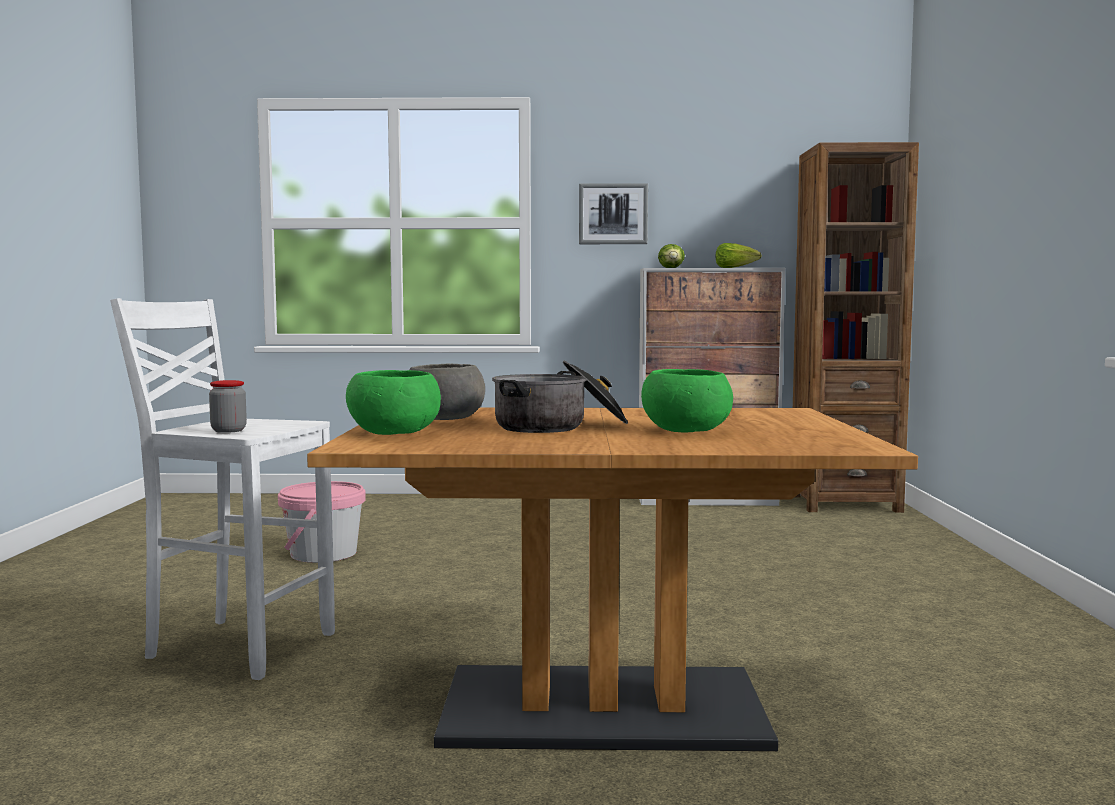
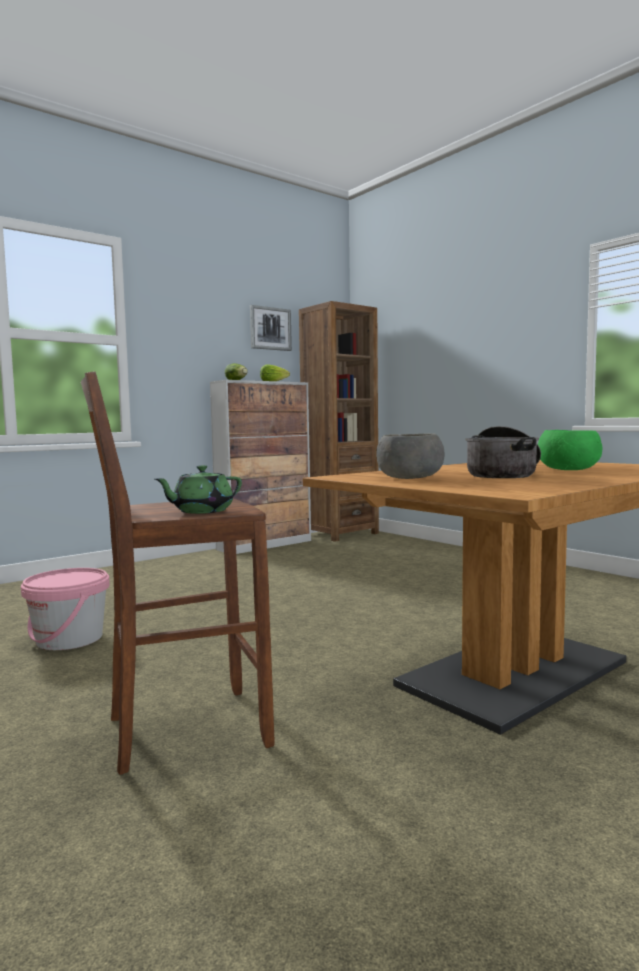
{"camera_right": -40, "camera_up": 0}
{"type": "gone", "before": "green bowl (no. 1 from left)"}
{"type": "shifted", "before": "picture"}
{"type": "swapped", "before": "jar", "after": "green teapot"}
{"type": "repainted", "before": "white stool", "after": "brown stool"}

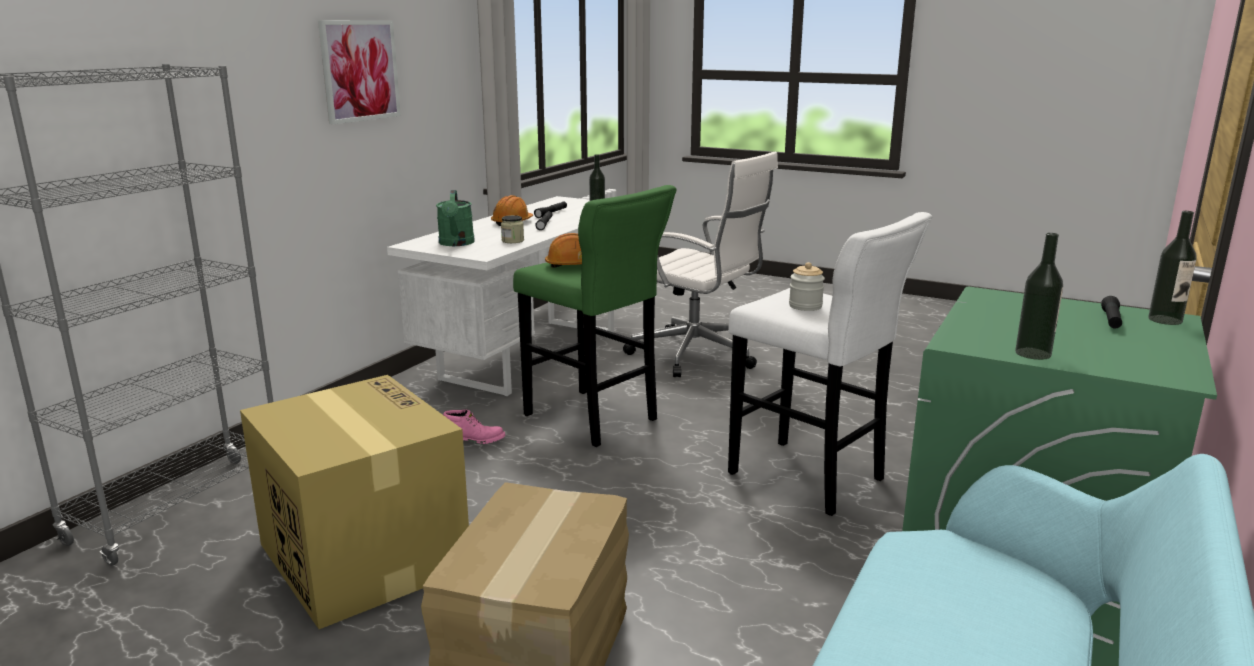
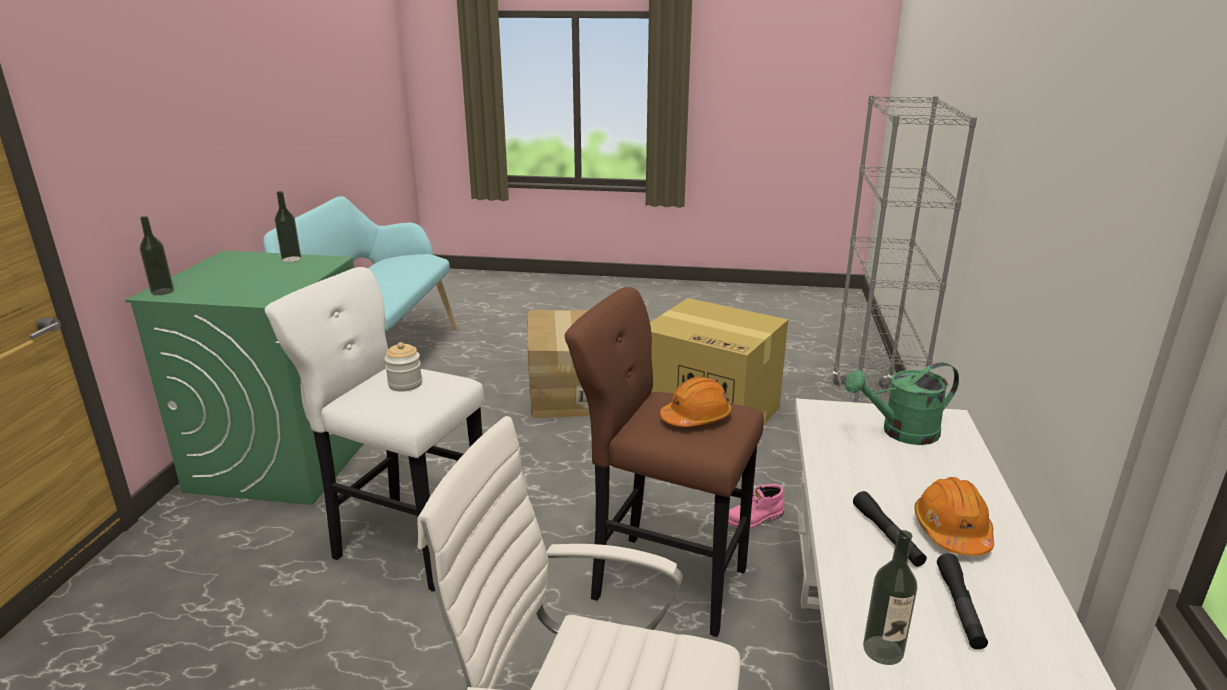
{"camera_right": 160, "camera_up": 5}
{"type": "gone", "before": "picture"}
{"type": "gone", "before": "jar (no. 1 from left)"}
{"type": "gone", "before": "black flashlight (no. 3 from left)"}
{"type": "repainted", "before": "green stool", "after": "brown stool"}
{"type": "rotated", "before": "green watering can", "turn": -75}

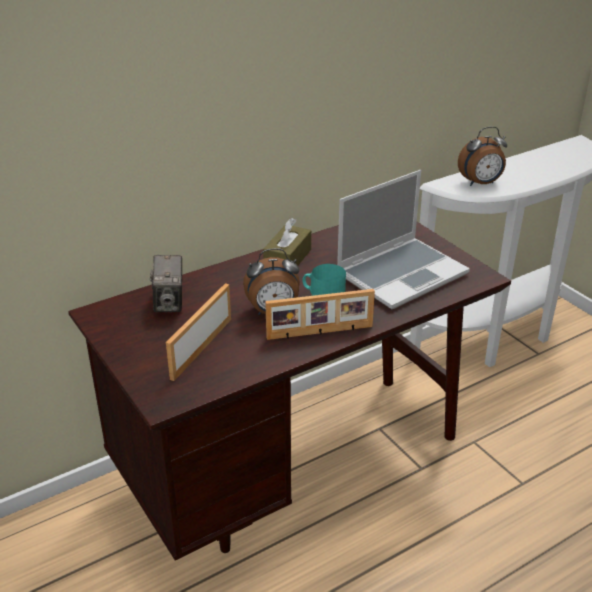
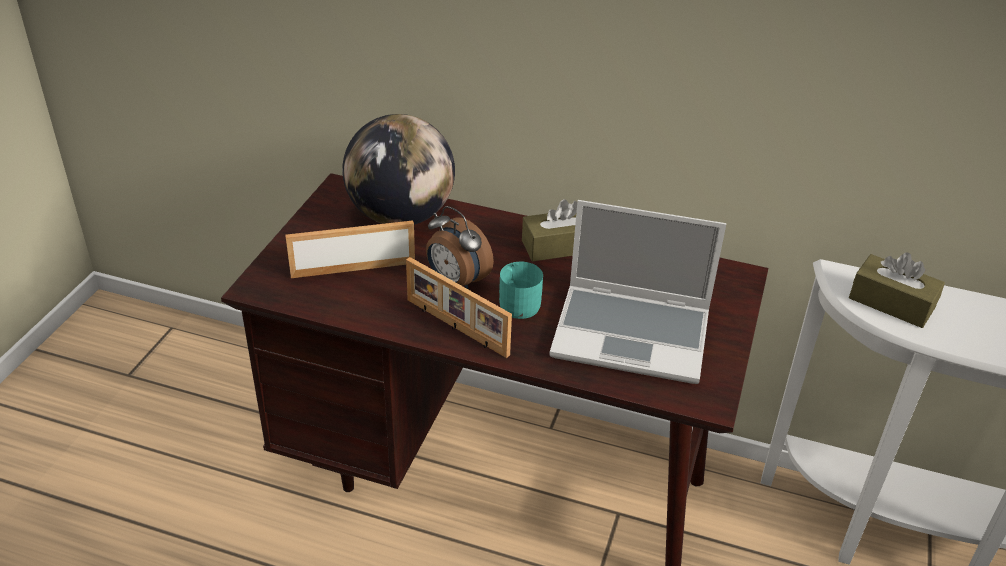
{"camera_right": 50, "camera_up": 5}
{"type": "swapped", "before": "photo camera", "after": "globe"}
{"type": "swapped", "before": "alarm clock (no. 2 from left)", "after": "brown tissue box (no. 2 from left)"}

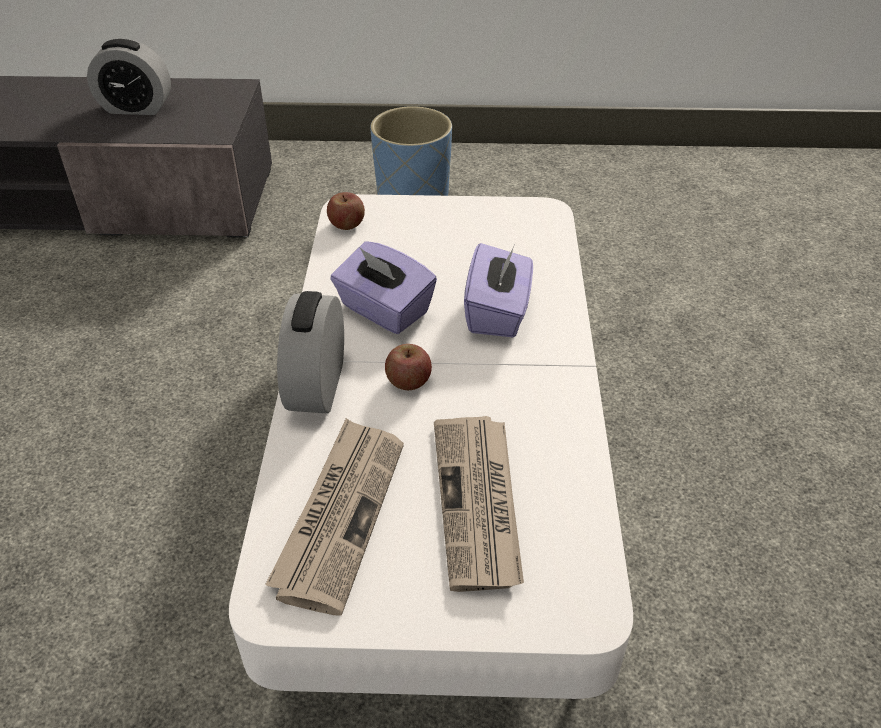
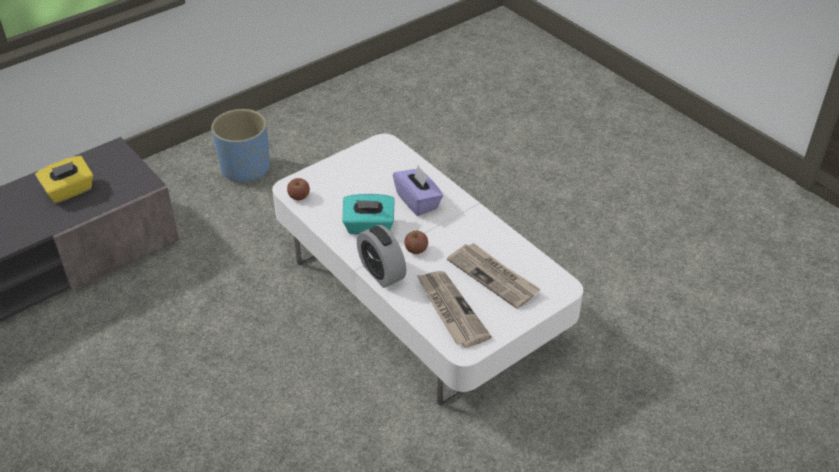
{"camera_right": -40, "camera_up": 0}
{"type": "swapped", "before": "alarm clock (no. 1 from left)", "after": "yellow tissue box"}
{"type": "repainted", "before": "purple tissue box (no. 1 from left)", "after": "turquoise tissue box"}

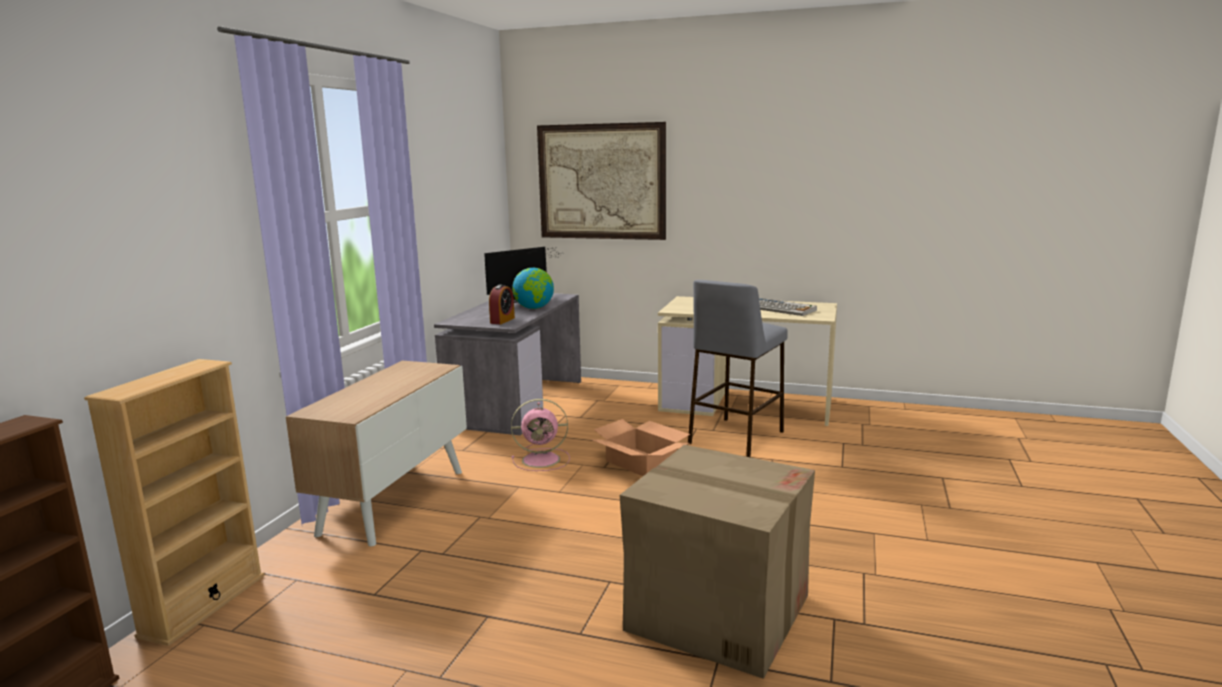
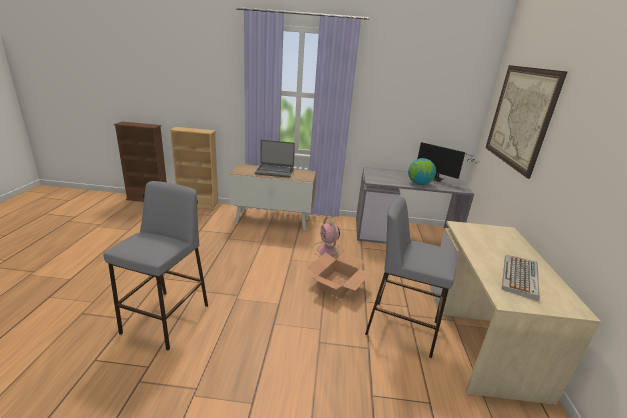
{"camera_right": 75, "camera_up": 10}
{"type": "gone", "before": "alarm clock"}
{"type": "new", "after": "laptop"}
{"type": "swapped", "before": "cardboard box (no. 2 from left)", "after": "grey stool (no. 1 from left)"}

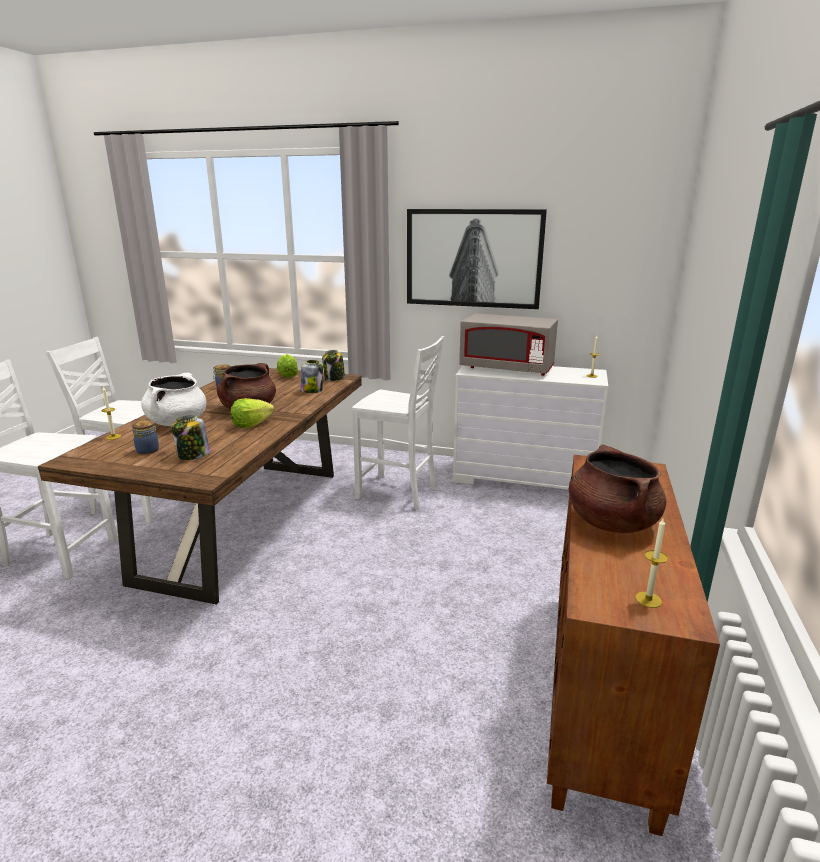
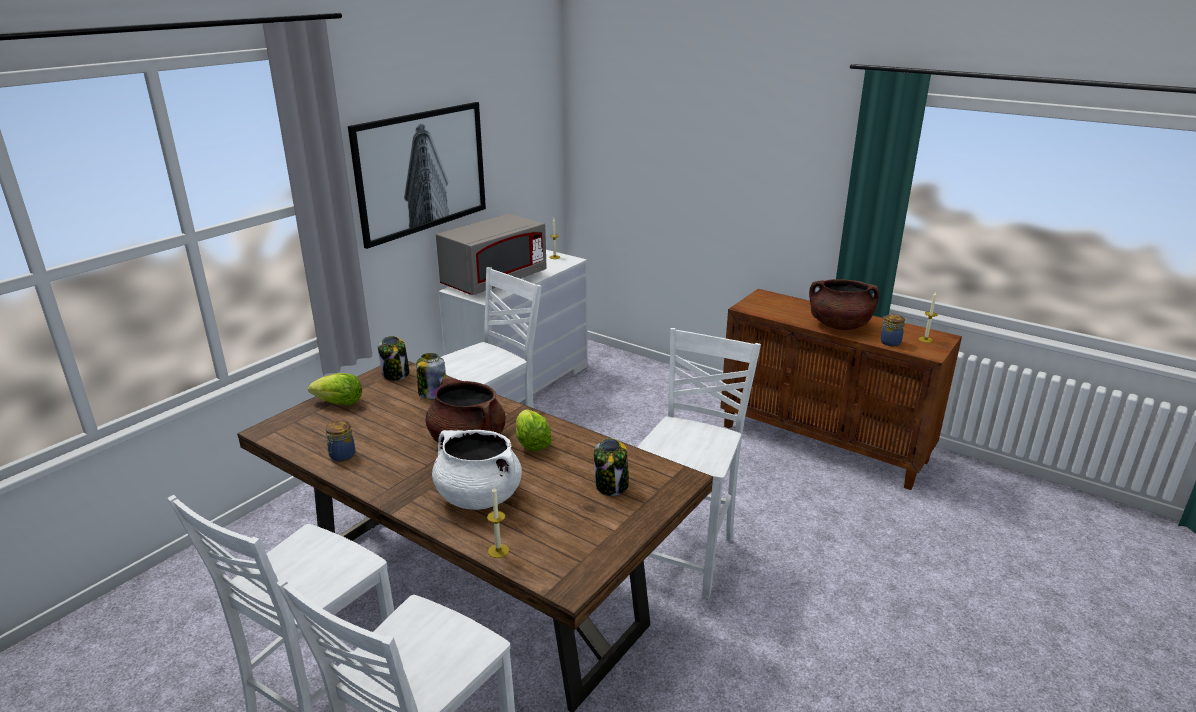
{"camera_right": -70, "camera_up": 5}
{"type": "new", "after": "white chair (no. 4 from left)"}
{"type": "shifted", "before": "jar (no. 1 from left in the first image)", "after": "jar (no. 5 from left)"}

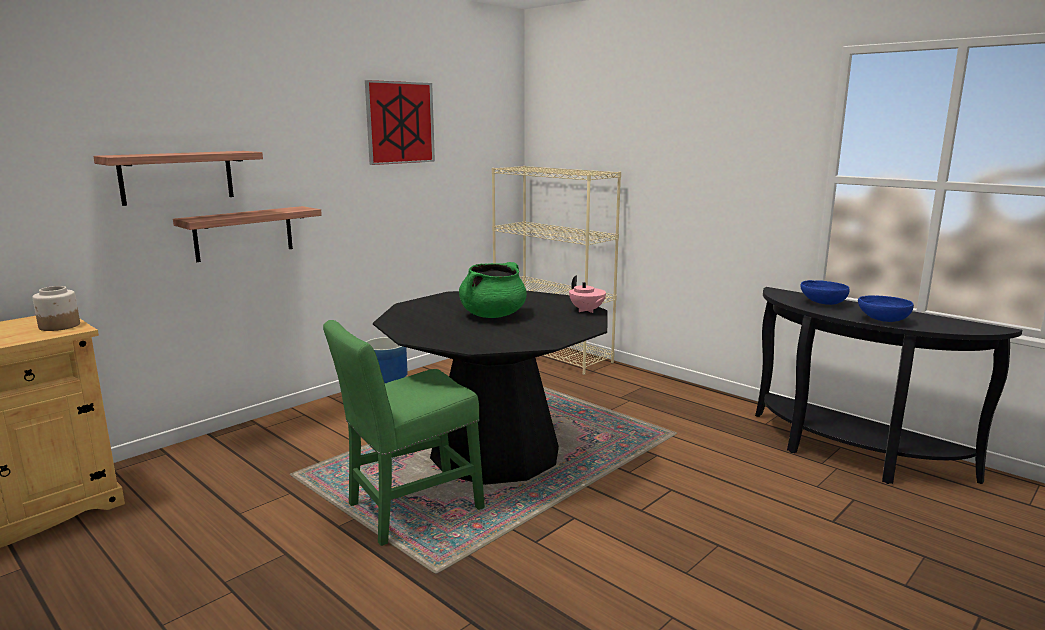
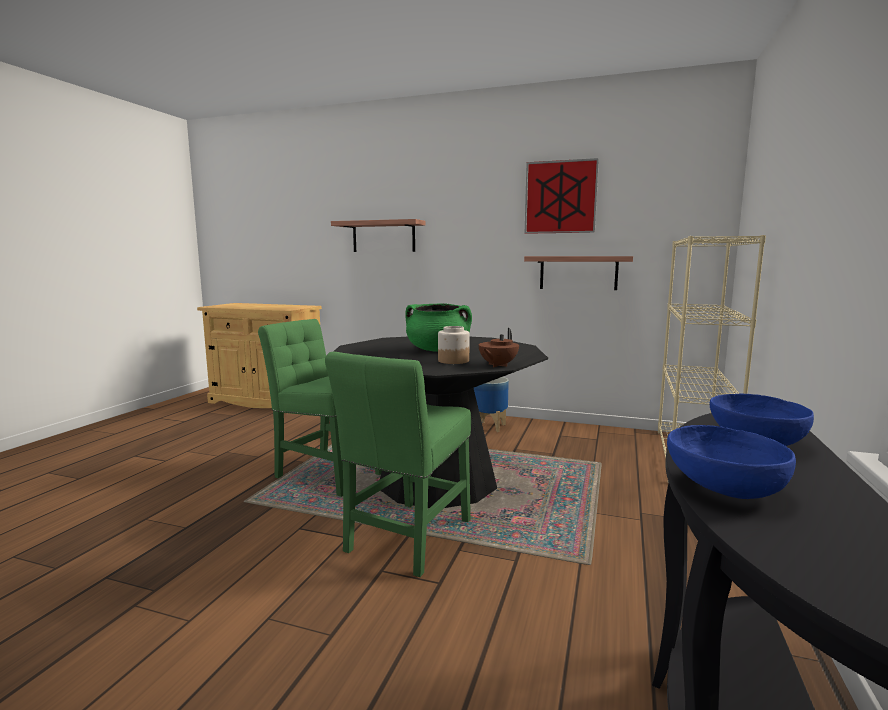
{"camera_right": 65, "camera_up": -5}
{"type": "new", "after": "green chair (no. 2 from left)"}
{"type": "shifted", "before": "jar"}
{"type": "shifted", "before": "shelf (no. 2 from left)"}
{"type": "repainted", "before": "pink teapot", "after": "brown teapot"}

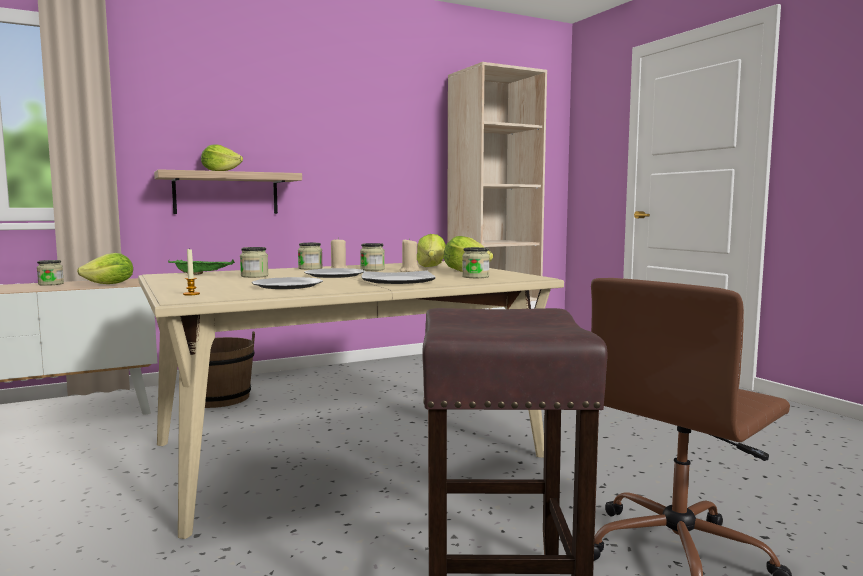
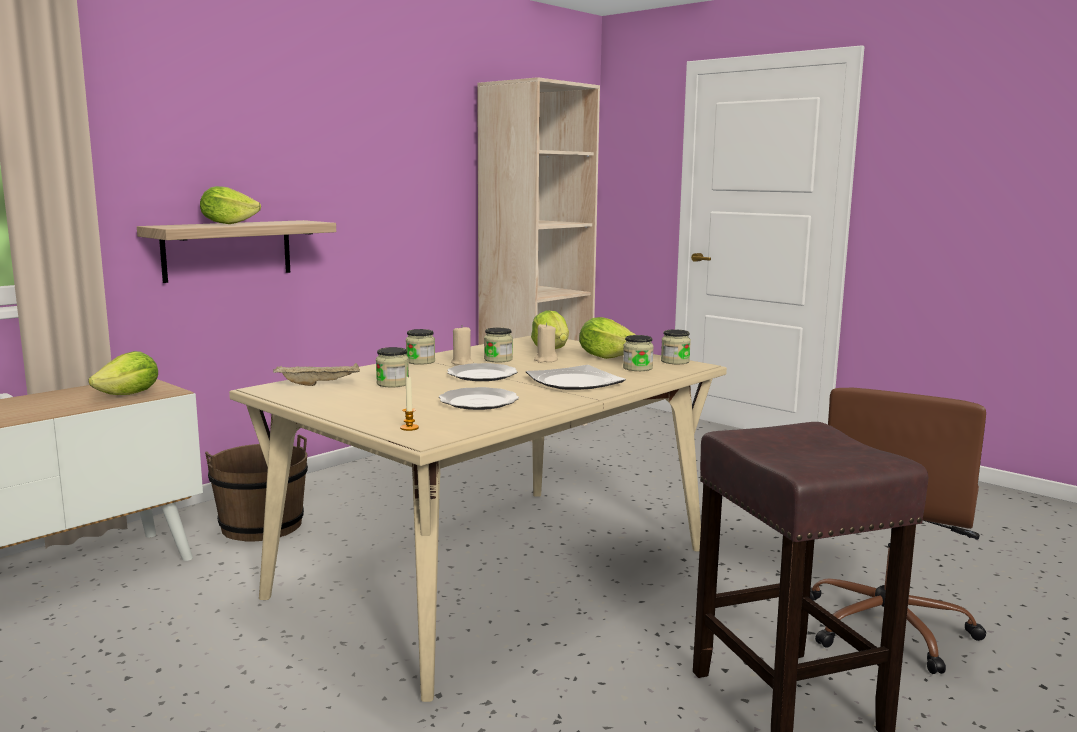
{"camera_right": -20, "camera_up": 5}
{"type": "shifted", "before": "jar (no. 1 from left in the first image)", "after": "jar (no. 5 from left)"}
{"type": "repainted", "before": "green tray", "after": "beige tray"}

